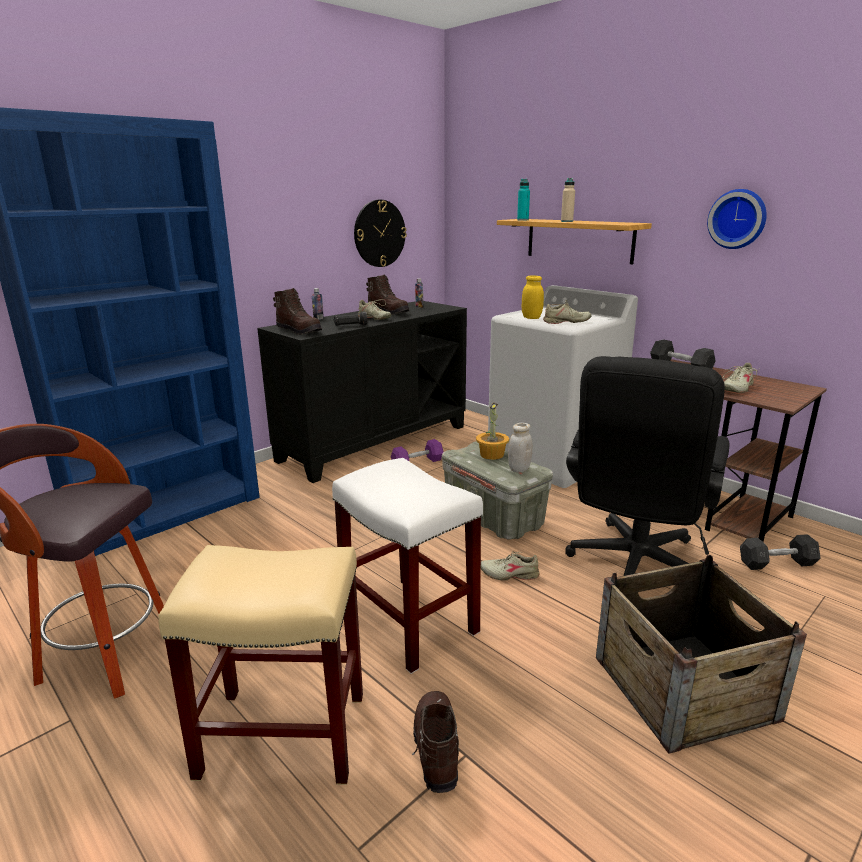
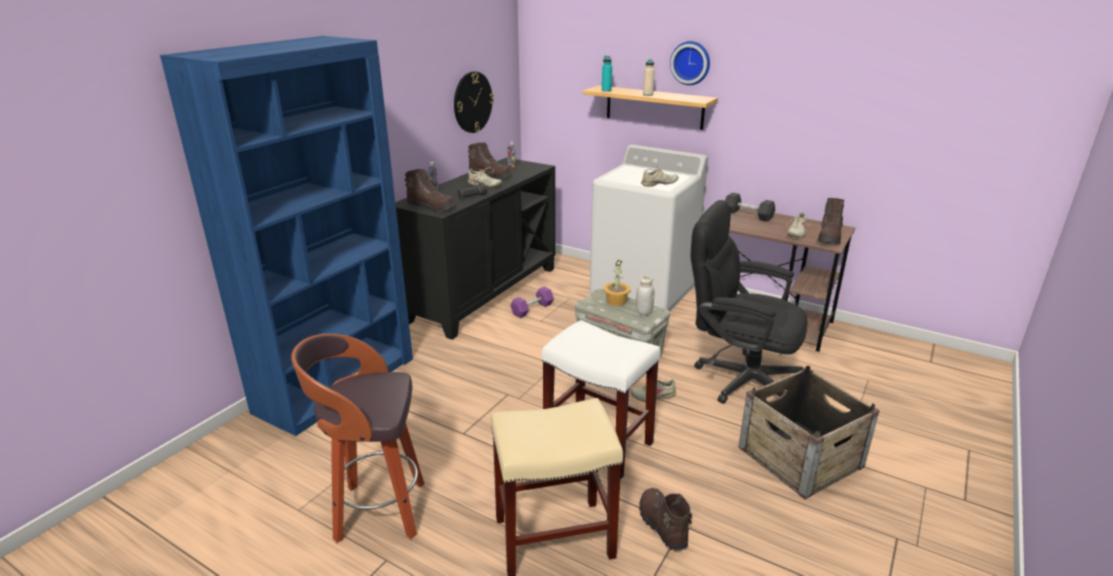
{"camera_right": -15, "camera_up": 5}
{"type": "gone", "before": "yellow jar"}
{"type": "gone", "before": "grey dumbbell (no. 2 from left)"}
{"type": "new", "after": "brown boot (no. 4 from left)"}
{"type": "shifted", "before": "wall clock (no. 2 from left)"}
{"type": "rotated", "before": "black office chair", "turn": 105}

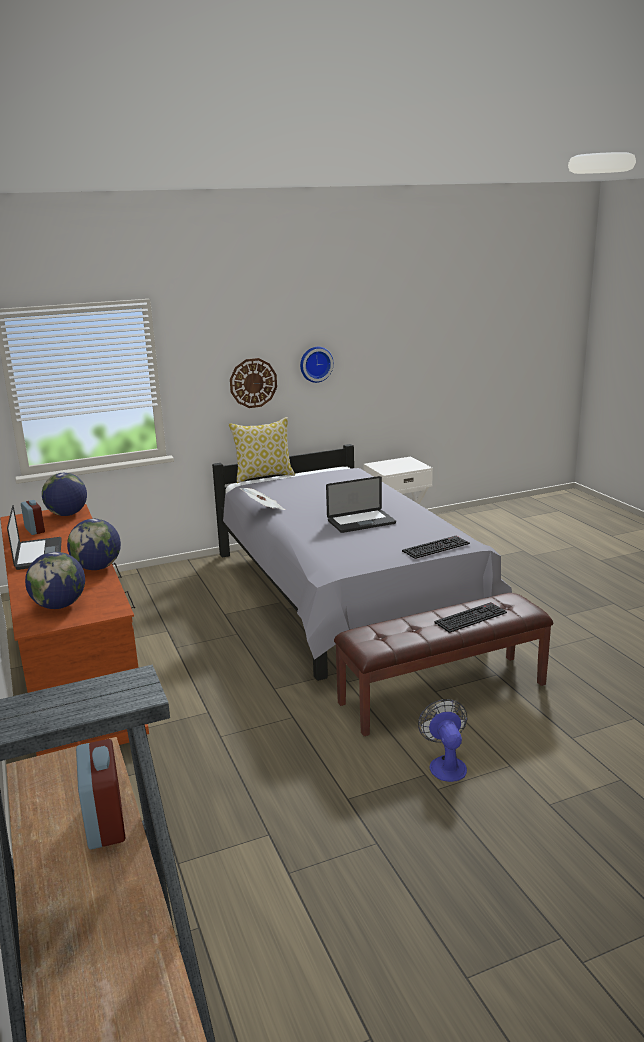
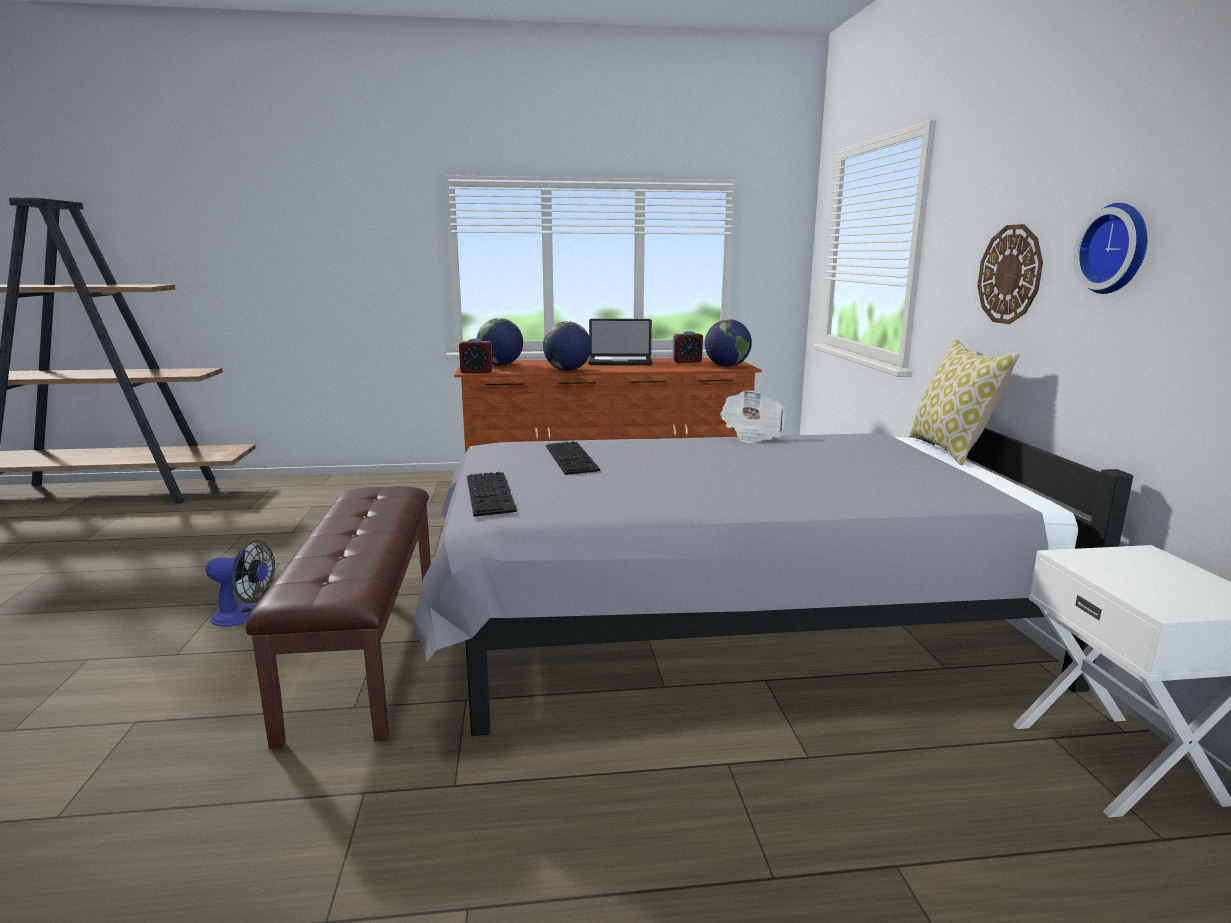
{"camera_right": 105, "camera_up": -5}
{"type": "gone", "before": "laptop (no. 2 from left)"}
{"type": "shifted", "before": "alarm clock (no. 2 from left in the first image)", "after": "alarm clock (no. 1 from left)"}
{"type": "shifted", "before": "keyboard (no. 2 from left)"}

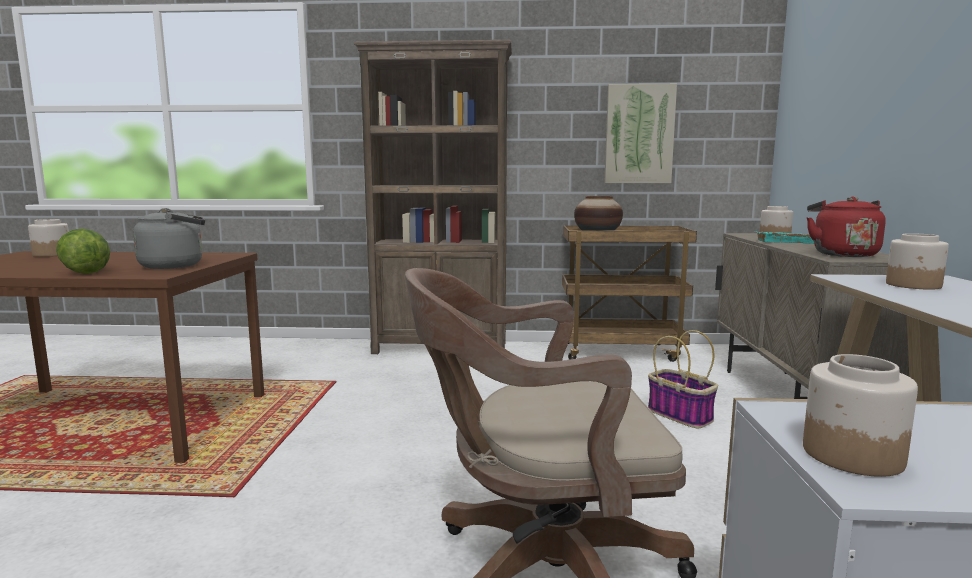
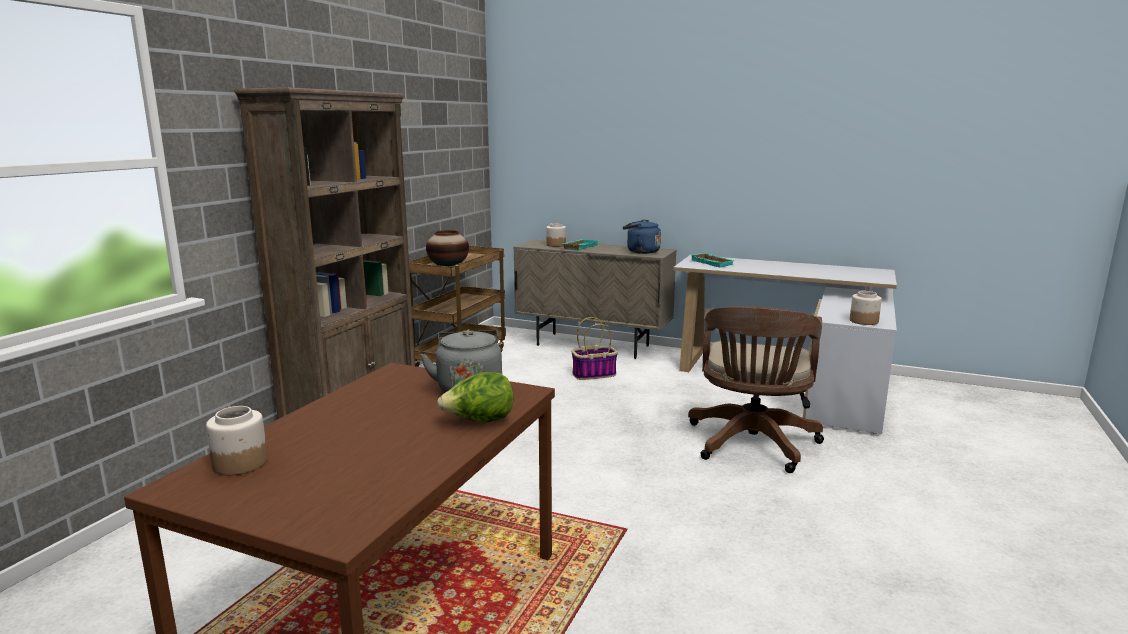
{"camera_right": -70, "camera_up": 5}
{"type": "gone", "before": "picture"}
{"type": "swapped", "before": "jar (no. 4 from left)", "after": "turquoise tray (no. 2 from left)"}
{"type": "repainted", "before": "red kettle", "after": "blue kettle"}

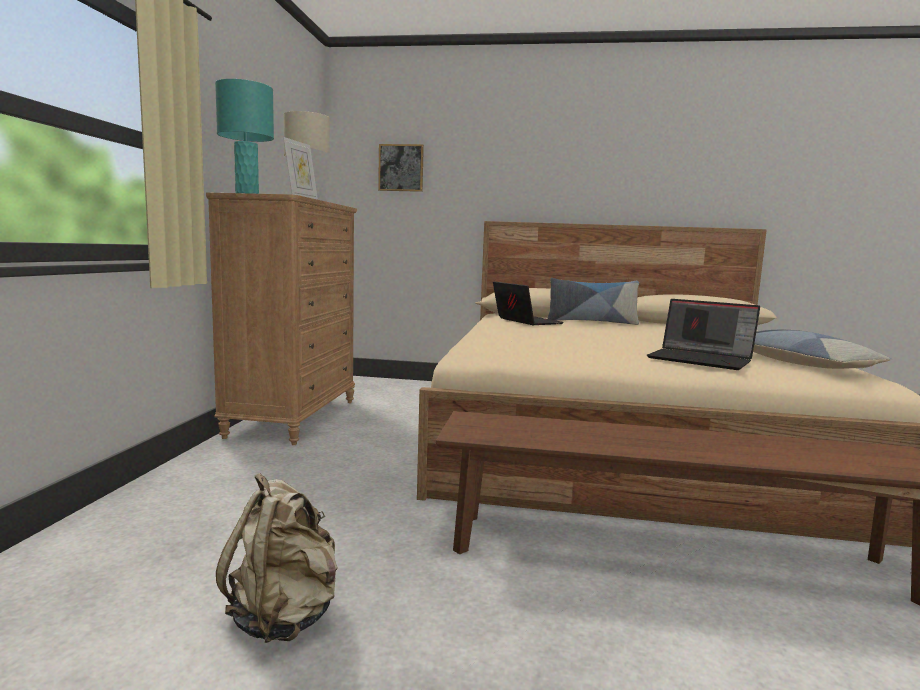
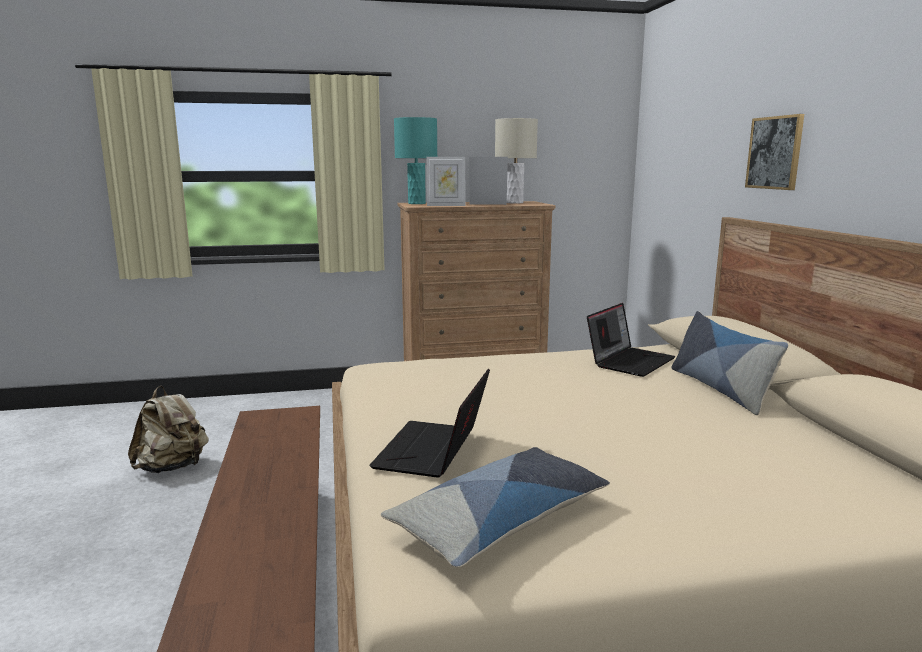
{"camera_right": 70, "camera_up": 5}
{"type": "shifted", "before": "picture"}

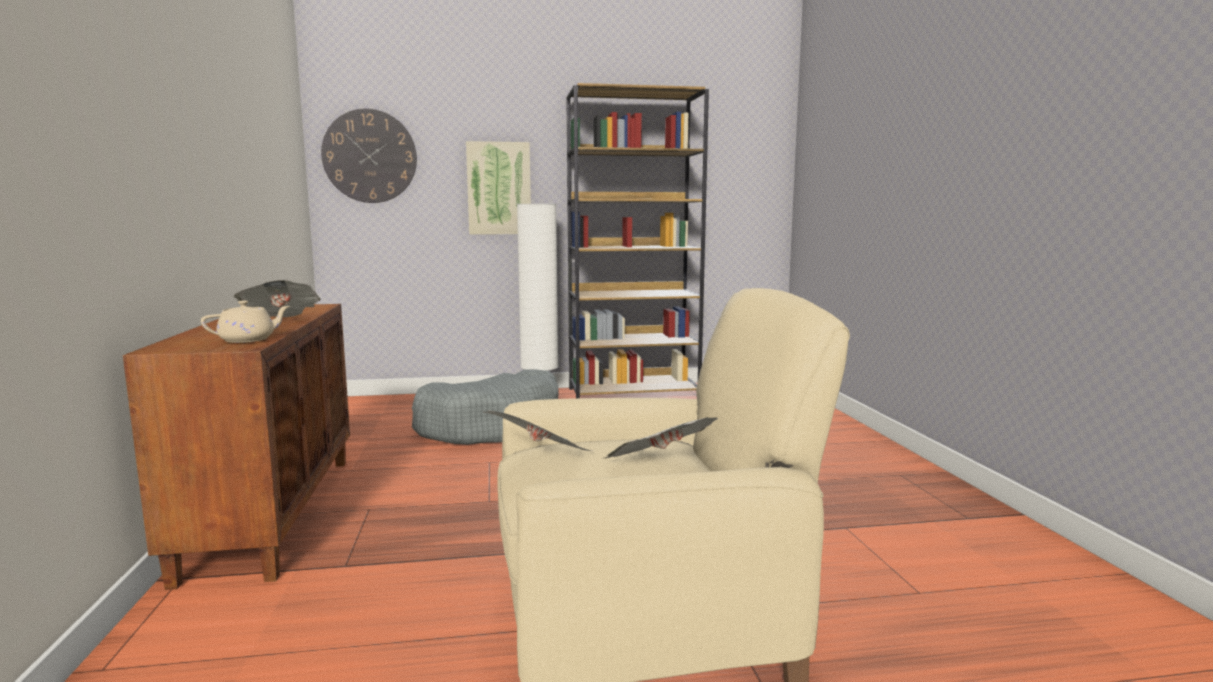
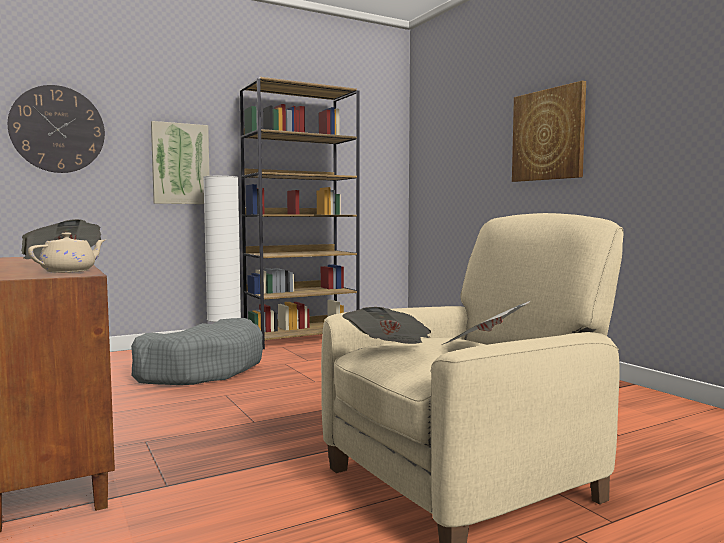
{"camera_right": -20, "camera_up": -5}
{"type": "new", "after": "picture (no. 2 from left)"}

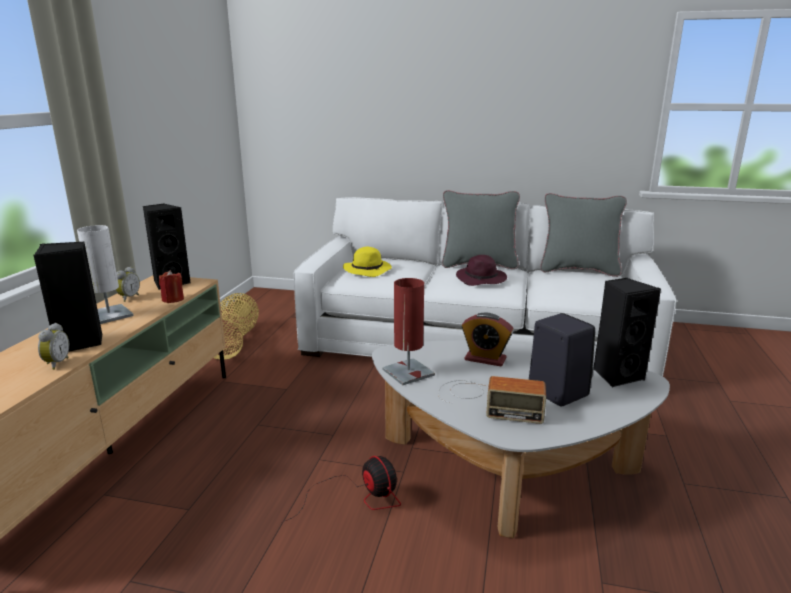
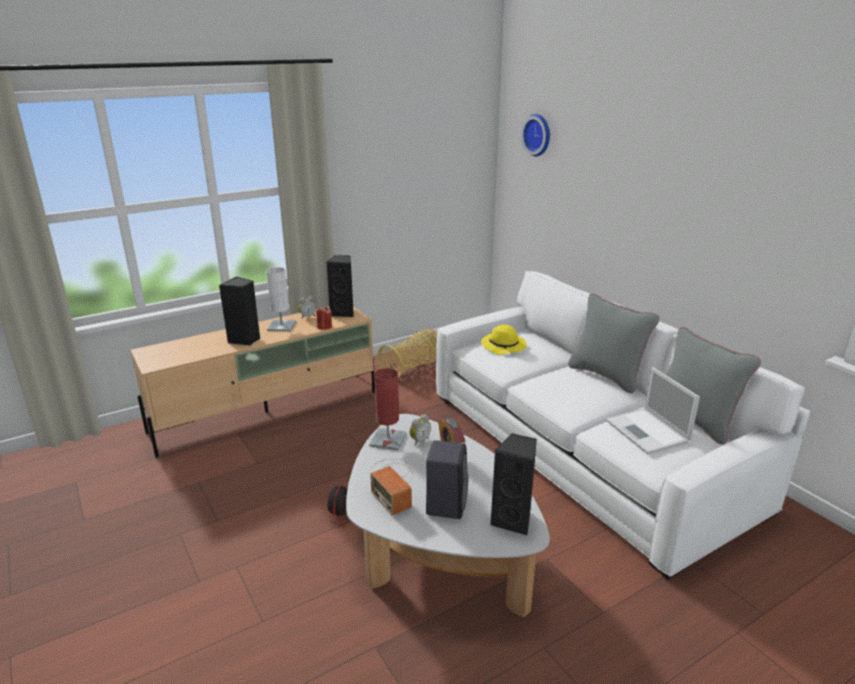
{"camera_right": 45, "camera_up": 5}
{"type": "gone", "before": "purple hat"}
{"type": "new", "after": "wall clock"}
{"type": "new", "after": "laptop"}
{"type": "shifted", "before": "alarm clock (no. 1 from left in the first image)", "after": "alarm clock (no. 2 from left)"}

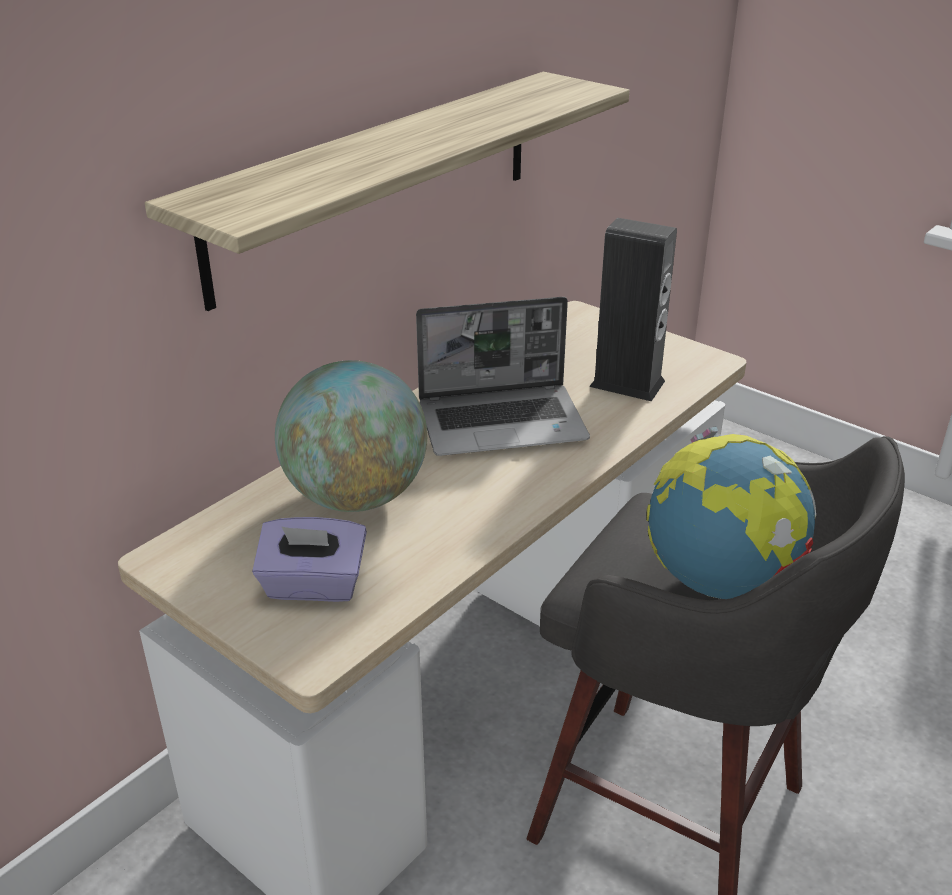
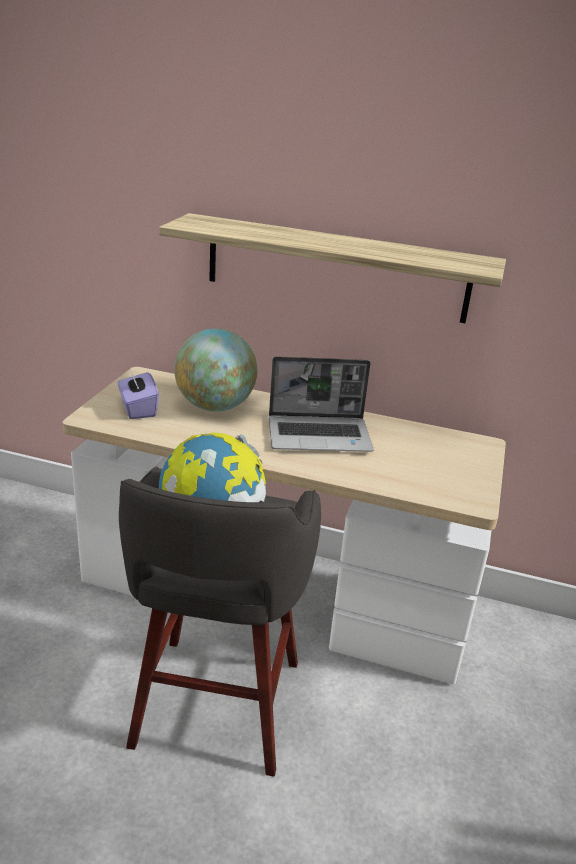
{"camera_right": 65, "camera_up": -5}
{"type": "gone", "before": "speaker"}
{"type": "rotated", "before": "laptop", "turn": -60}

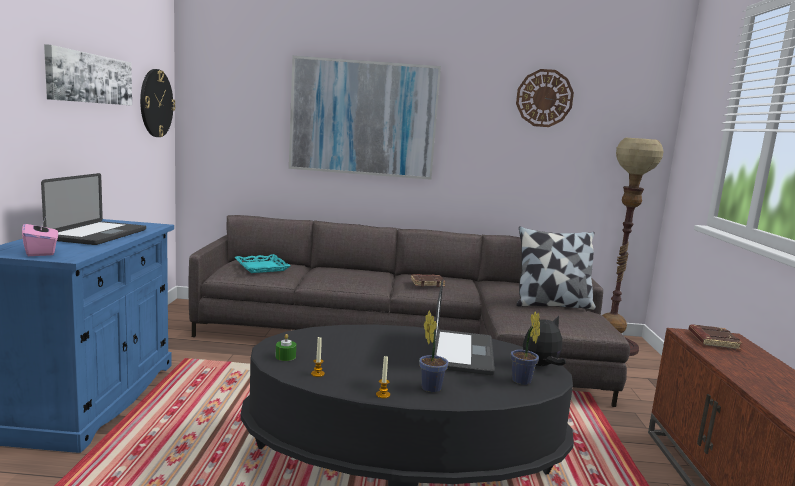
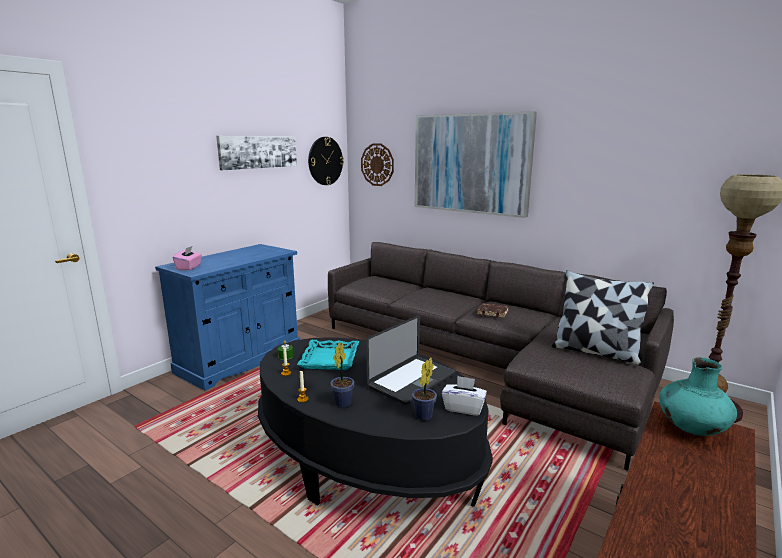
{"camera_right": 35, "camera_up": 5}
{"type": "gone", "before": "laptop (no. 1 from left)"}
{"type": "shifted", "before": "turquoise tray"}
{"type": "shifted", "before": "wall clock (no. 2 from left)"}
{"type": "swapped", "before": "plush toy", "after": "white tissue box"}
{"type": "swapped", "before": "brown book (no. 2 from left)", "after": "turquoise vase"}

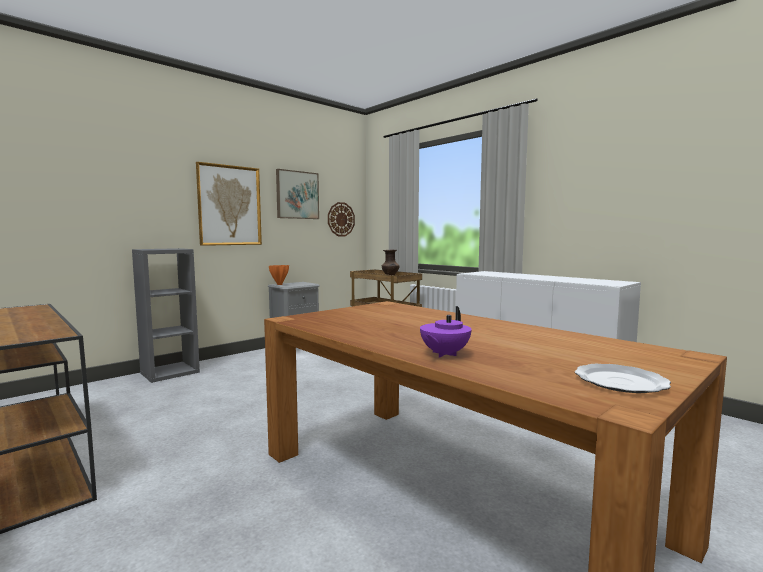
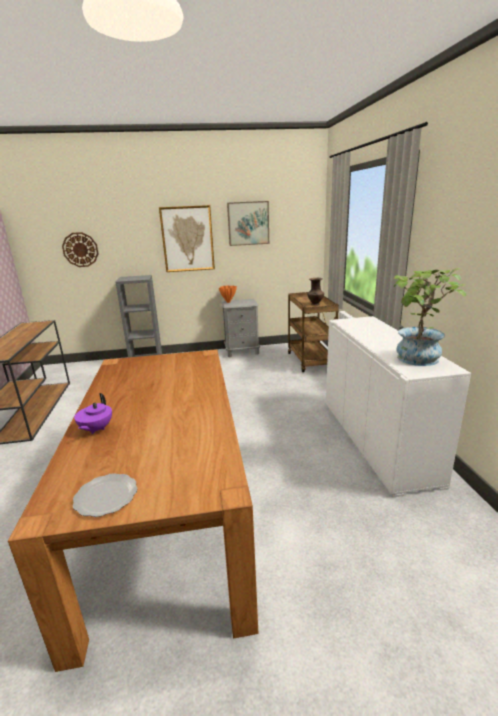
{"camera_right": 35, "camera_up": 15}
{"type": "new", "after": "potted plant"}
{"type": "shifted", "before": "wall clock"}
{"type": "rotated", "before": "purple teapot", "turn": -60}

